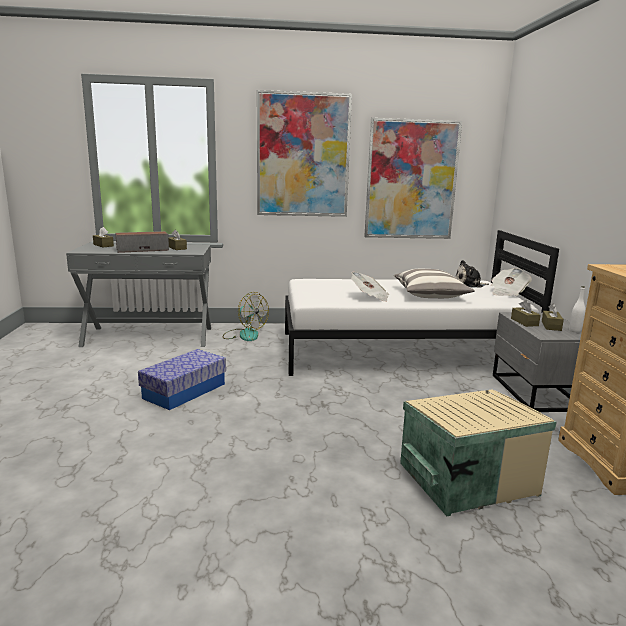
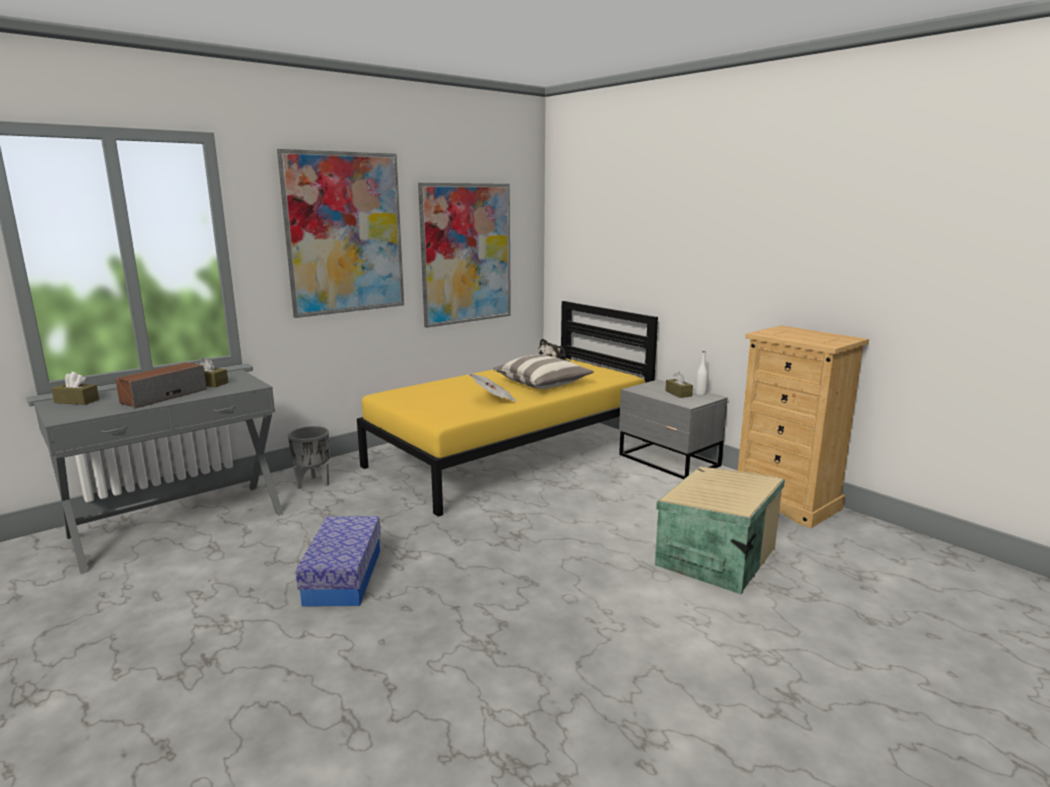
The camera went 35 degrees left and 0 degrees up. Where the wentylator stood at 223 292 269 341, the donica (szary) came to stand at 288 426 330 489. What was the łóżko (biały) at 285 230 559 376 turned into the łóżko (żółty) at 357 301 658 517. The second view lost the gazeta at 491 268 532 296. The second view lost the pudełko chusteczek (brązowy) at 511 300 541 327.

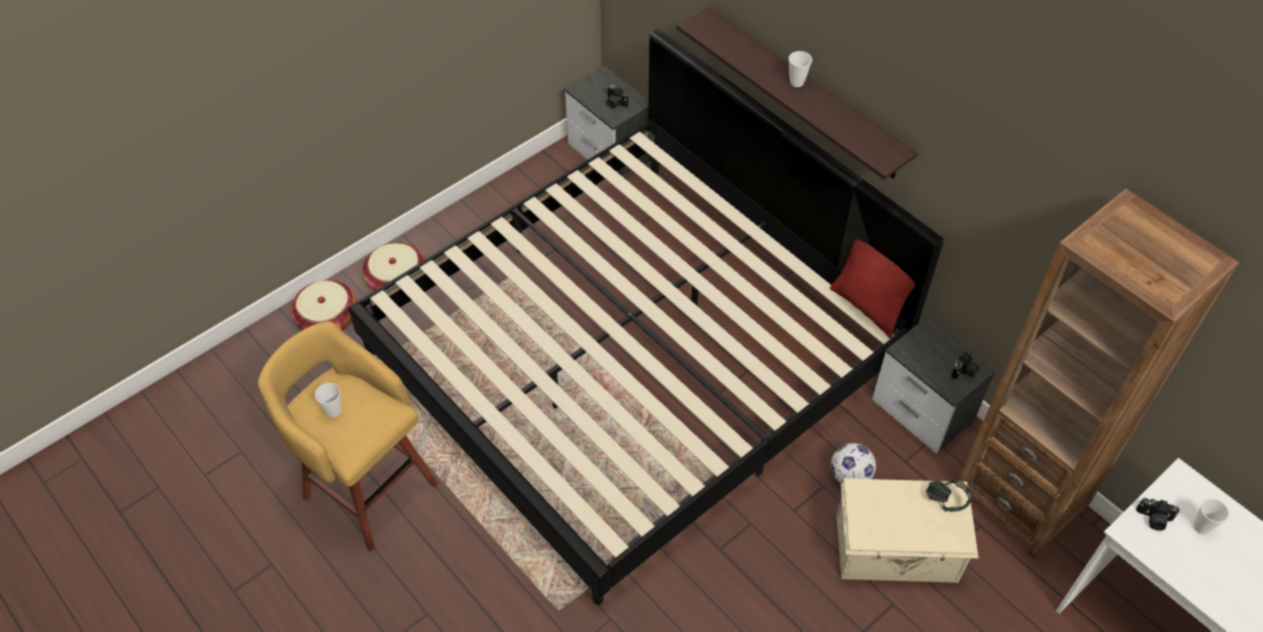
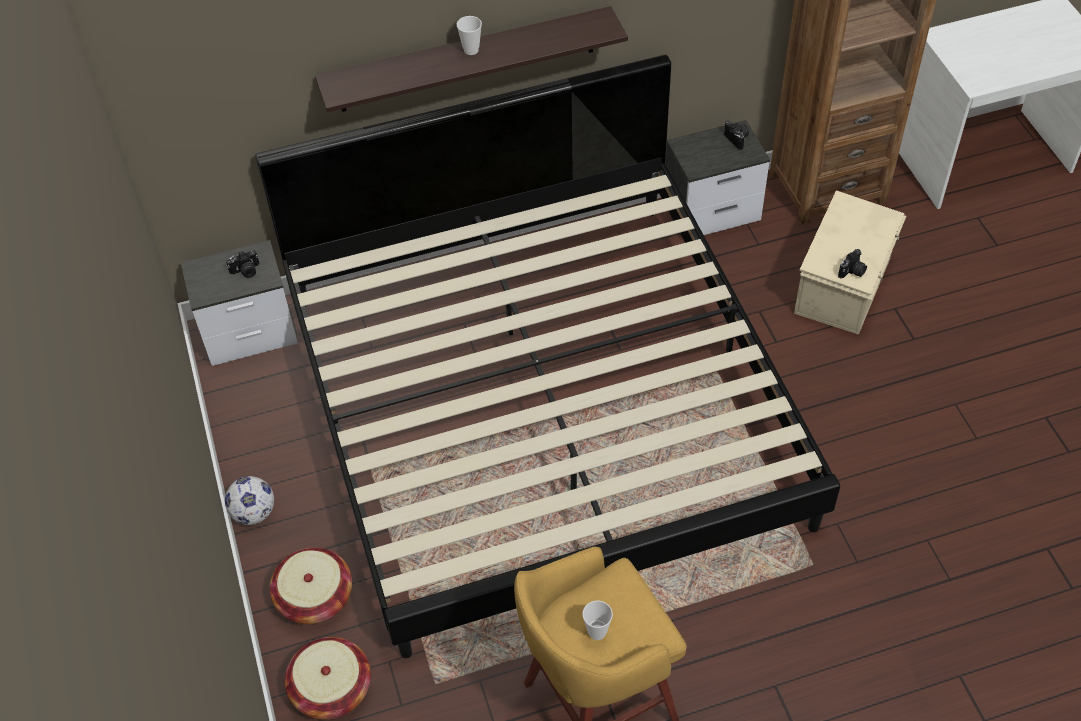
The camera went 65 degrees left and 0 degrees up. The second view lost the poduszka (czerwony) at 830 240 915 338. The piłka futbolowa ended up elsewhere, having gone from 831 443 876 483 to 225 476 274 525. The second view lost the słuchawki at 926 478 972 512. The aparat fotograficzny ended up elsewhere, having gone from 1136 498 1179 531 to 838 249 867 278. The second view lost the filiżanka at 1193 498 1229 534.

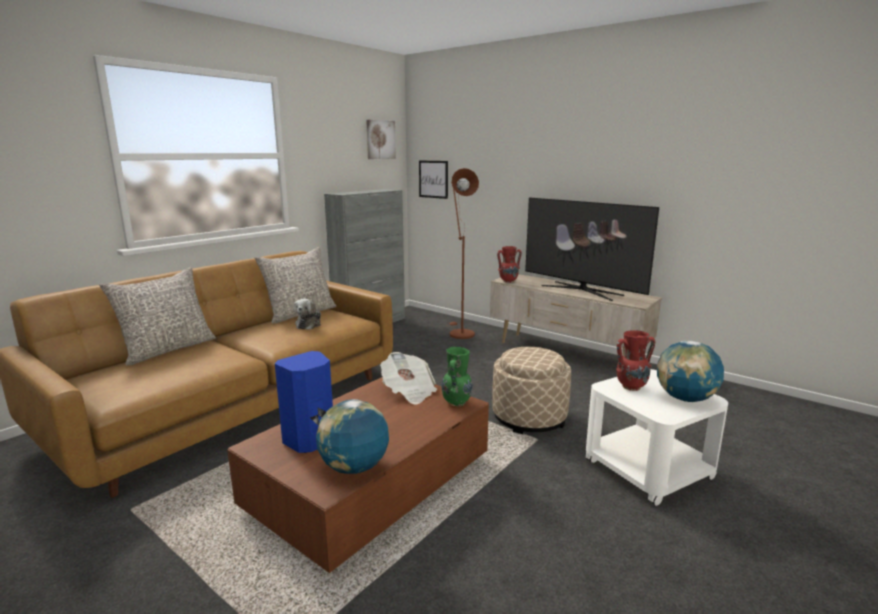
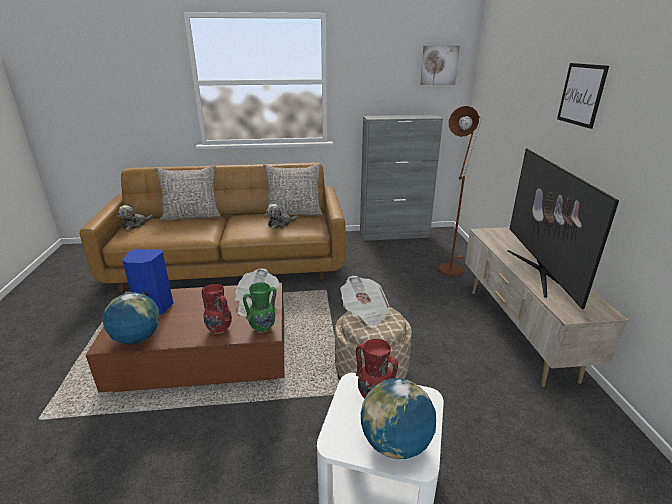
The camera went 45 degrees right and 10 degrees up. The obraz ended up elsewhere, having gone from 419 160 448 199 to 557 63 609 129. The wazon (czerwony) ended up elsewhere, having gone from 497 246 521 283 to 202 284 232 334. The second view gained the pluszak at 118 205 153 230. The second view gained the gazeta at 340 276 391 328.

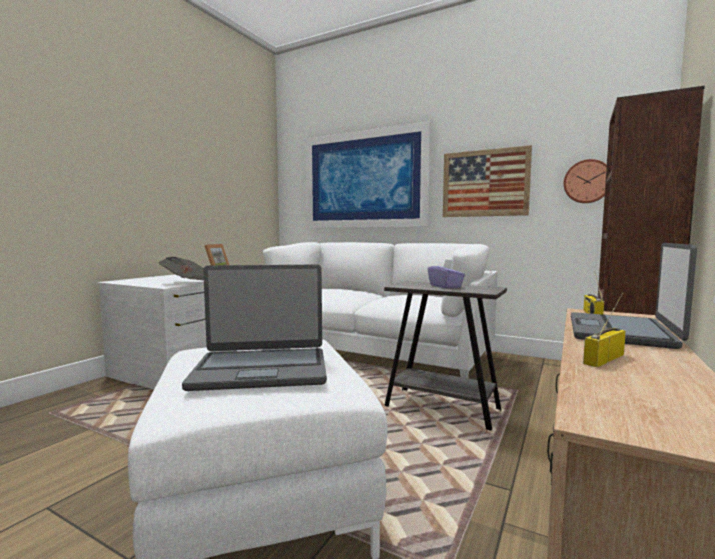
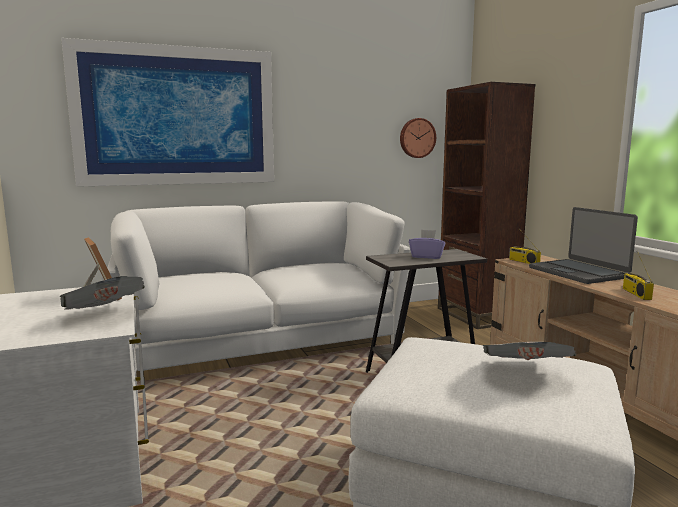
The camera went 50 degrees left and 5 degrees up. Where the laptop stood at 182 265 327 391, the gazeta came to stand at 482 342 576 360. The second view lost the obraz at 443 145 532 217.

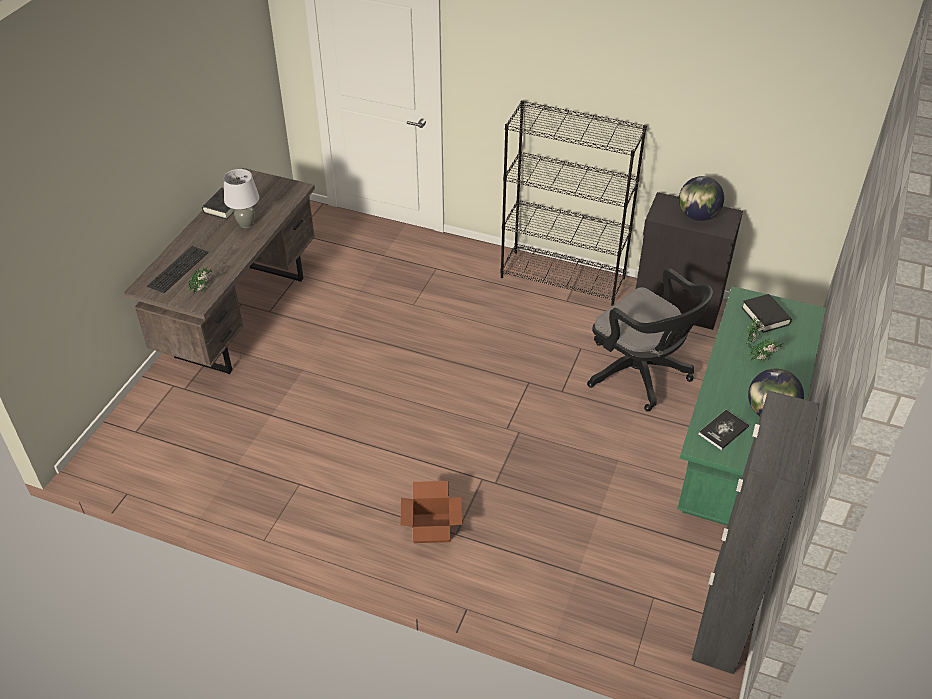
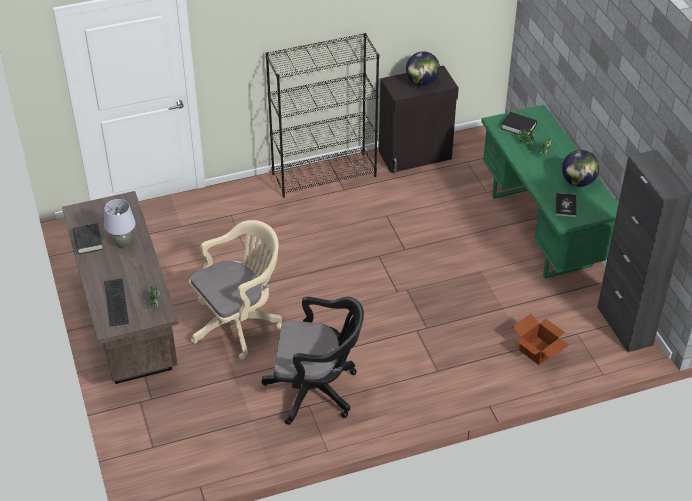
The camera went 40 degrees left and 0 degrees up. The karton ended up elsewhere, having gone from 401 481 462 543 to 513 314 569 365. The krzesło biurowe (czarny) ended up elsewhere, having gone from 587 268 713 412 to 262 297 364 425. The second view gained the krzesło biurowe (beżowy) at 189 220 282 360.

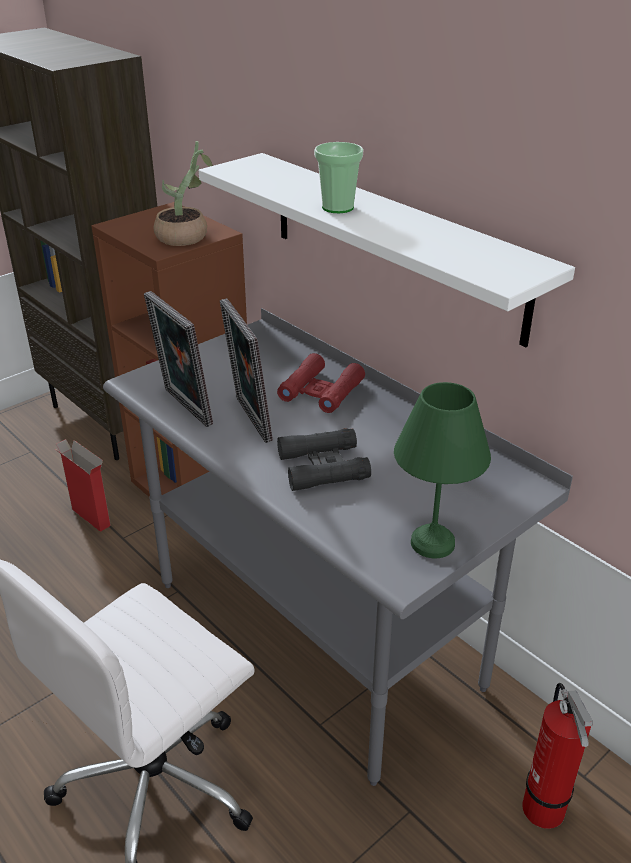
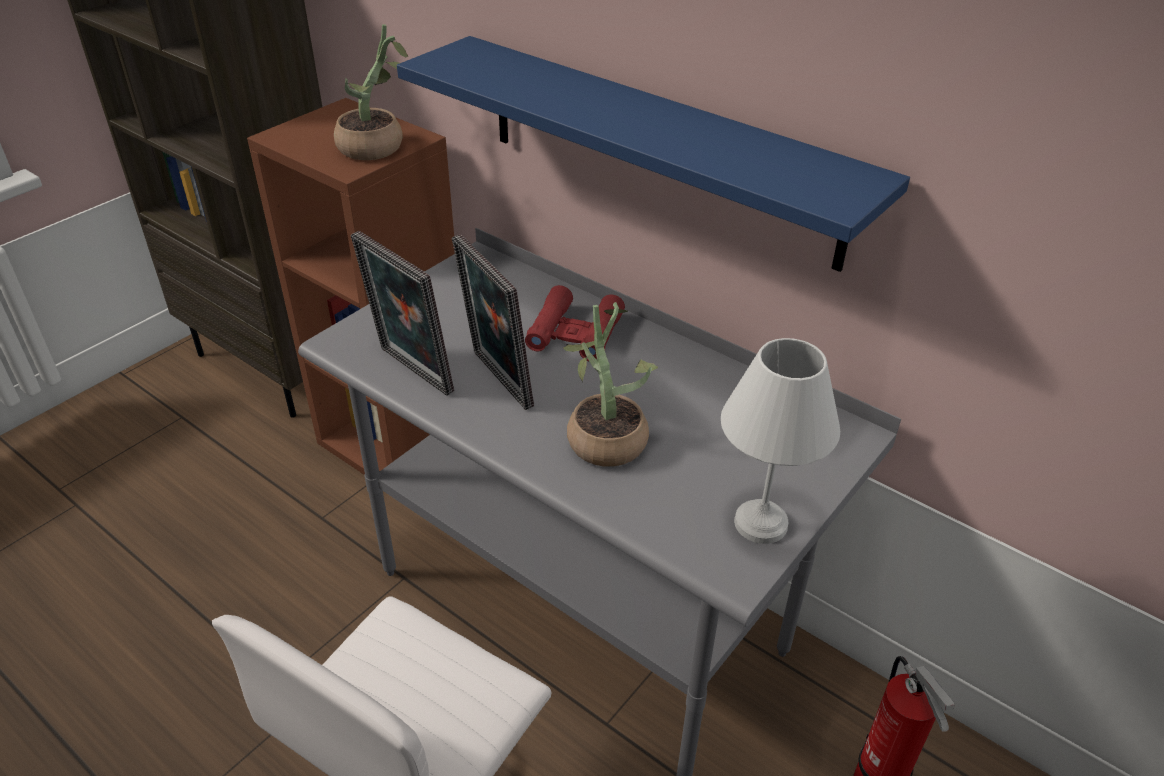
The camera went 10 degrees left and 5 degrees up. The second view lost the karton at 56 439 111 532. What was the półka (biały) at 199 153 575 347 turned into the półka (niebieski) at 397 36 910 272. Where the lornetka (czarny) stood at 277 428 371 491, the roślina doniczkowa came to stand at 563 302 658 467. The second view lost the filiżanka at 314 142 364 213. What was the lampa stołowa (zielony) at 394 382 491 559 turned into the lampa stołowa (biały) at 721 338 840 544.

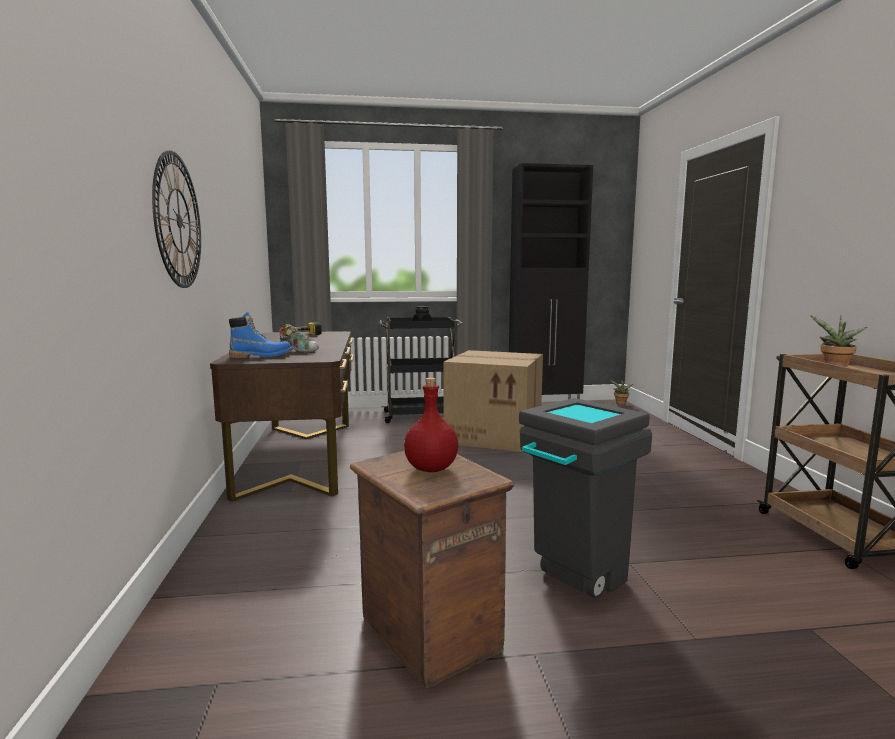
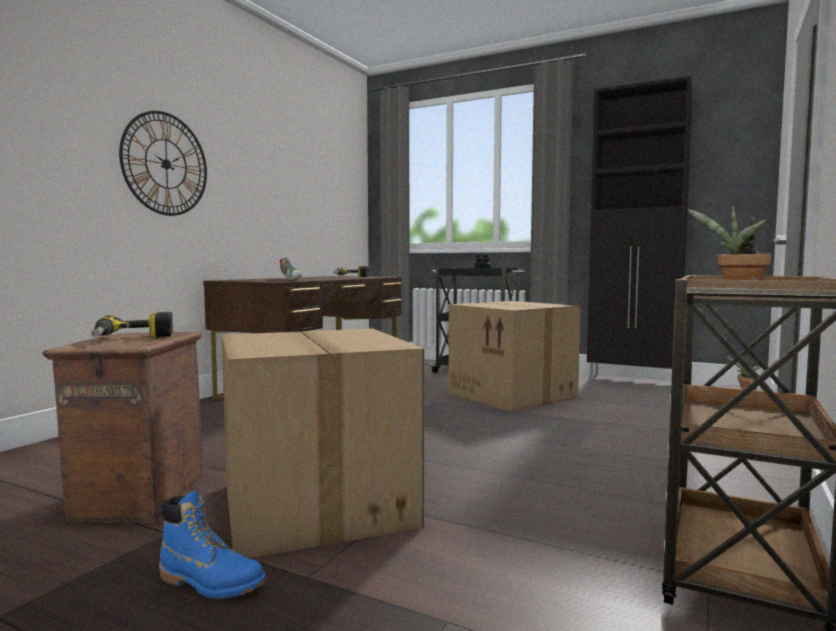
The camera went 35 degrees right and 5 degrees down. The but z cholewką (niebieski) ended up elsewhere, having gone from 229 312 292 358 to 159 490 266 599. Where the butelka (czerwony) stood at 404 378 458 472, the wiertarka came to stand at 91 312 173 338. Where the kosz na śmieci (szary) stood at 519 398 652 599, the karton came to stand at 222 328 424 558.

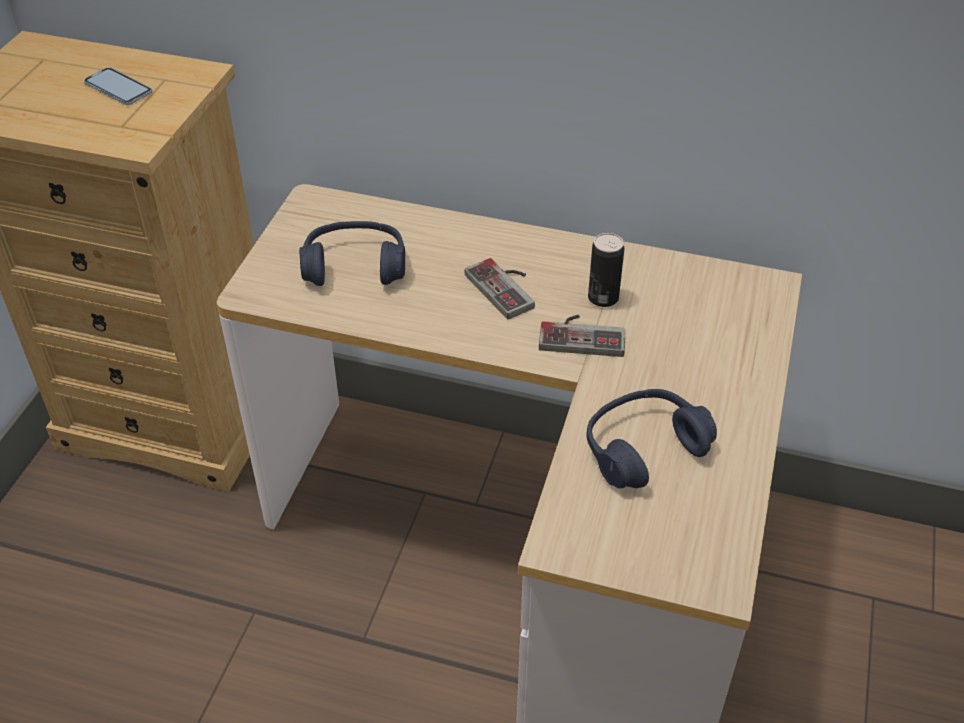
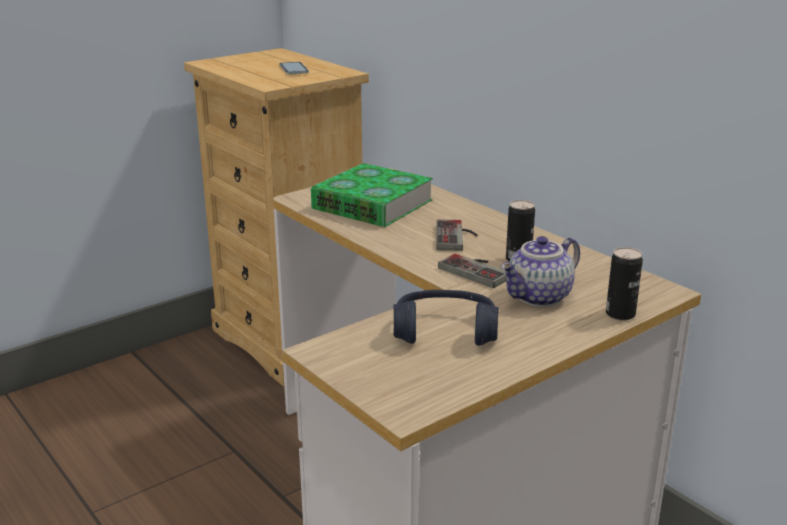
The camera went 35 degrees right and 20 degrees down. Where the słuchawki (niebieski) stood at 299 221 405 286, the książka came to stand at 311 163 433 227. The second view gained the imbryk at 500 236 580 307. The second view gained the puszka at 606 247 643 321.

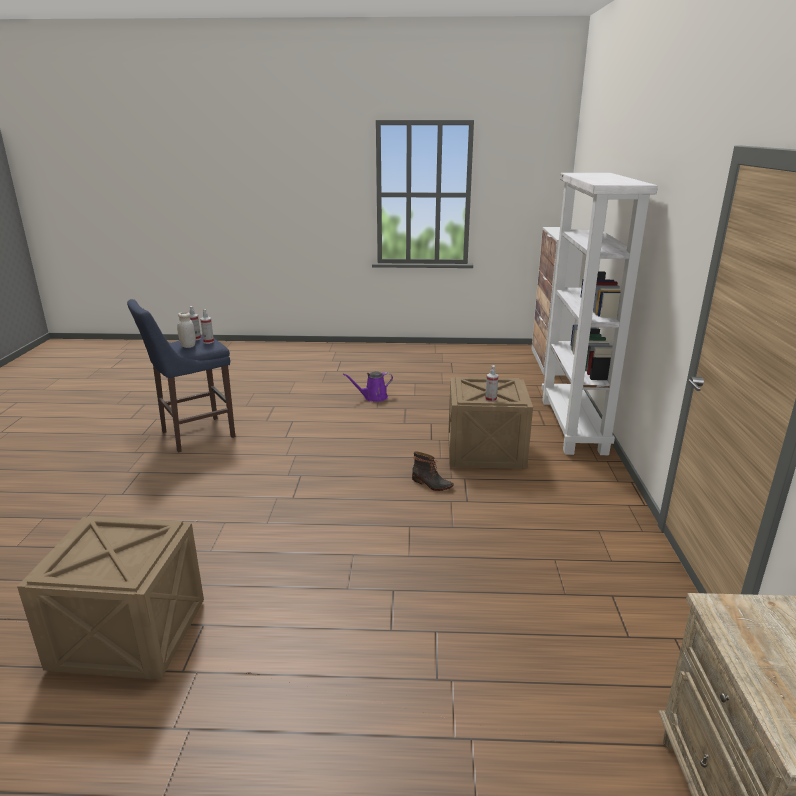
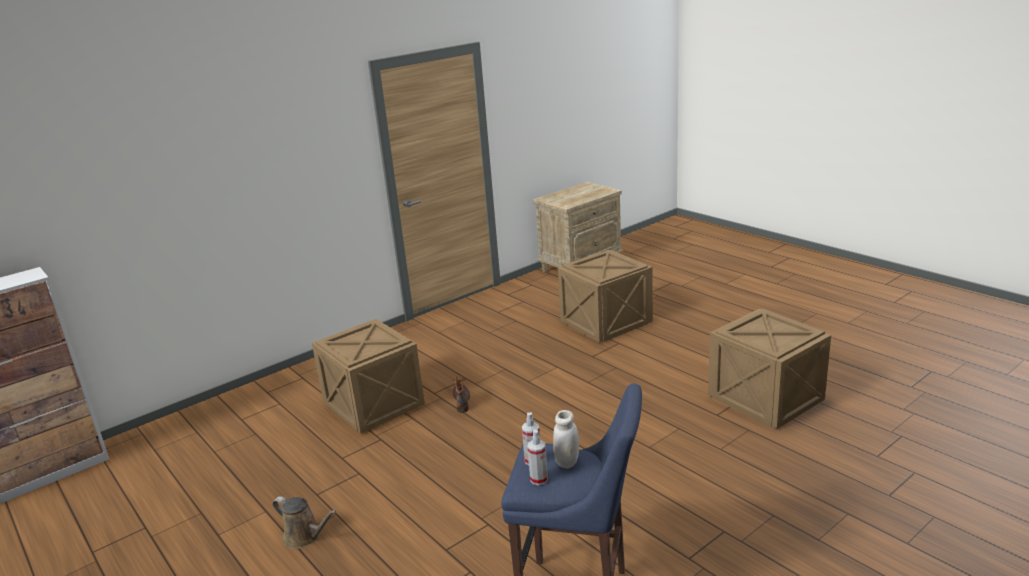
The camera went 130 degrees left and 0 degrees up. What was the konewka (fioletowy) at 343 371 393 402 turned into the konewka (brązowy) at 272 496 337 549. The second view lost the spryskiwacz at 485 365 498 401. The second view lost the regał (biały) at 541 173 658 455. The second view gained the skrzynka at 558 250 653 343.

